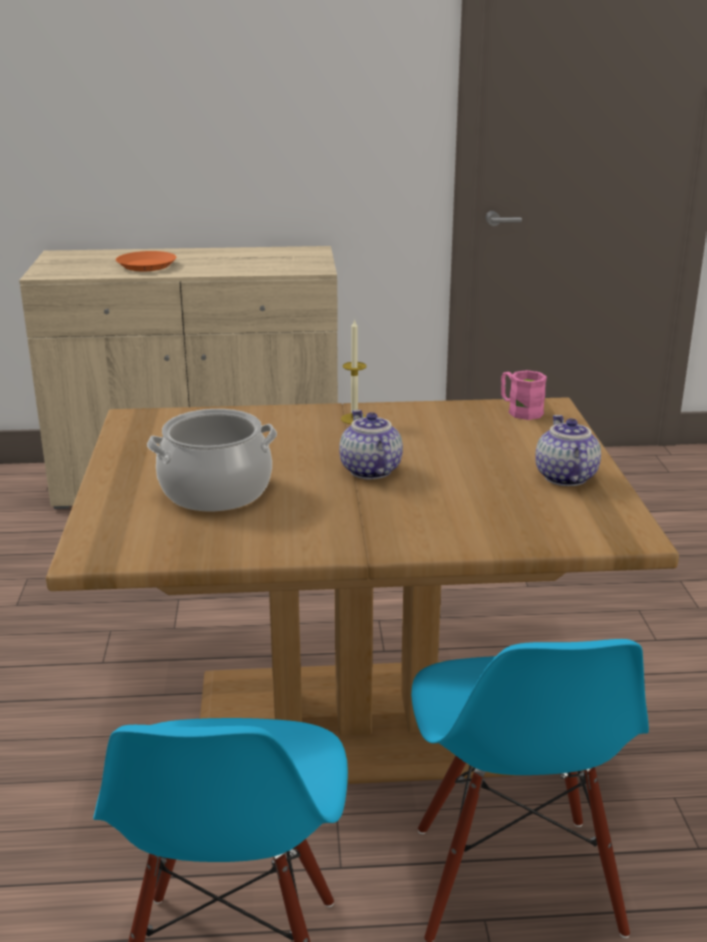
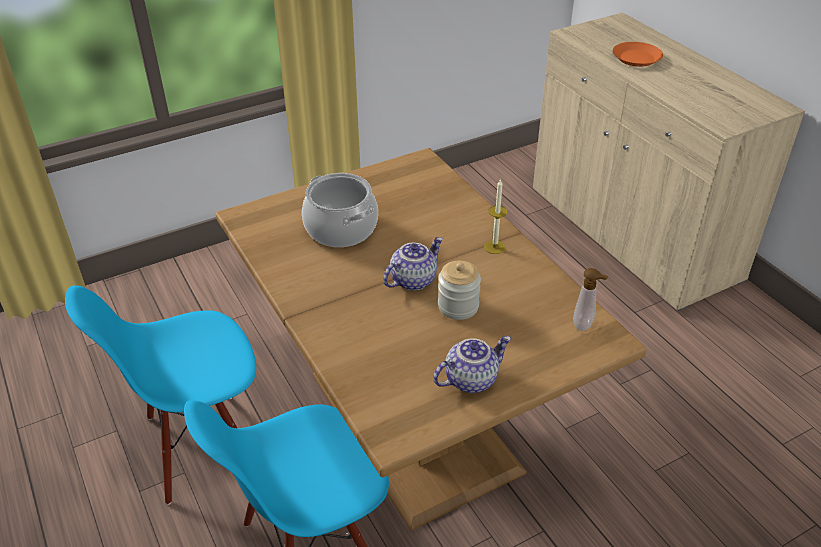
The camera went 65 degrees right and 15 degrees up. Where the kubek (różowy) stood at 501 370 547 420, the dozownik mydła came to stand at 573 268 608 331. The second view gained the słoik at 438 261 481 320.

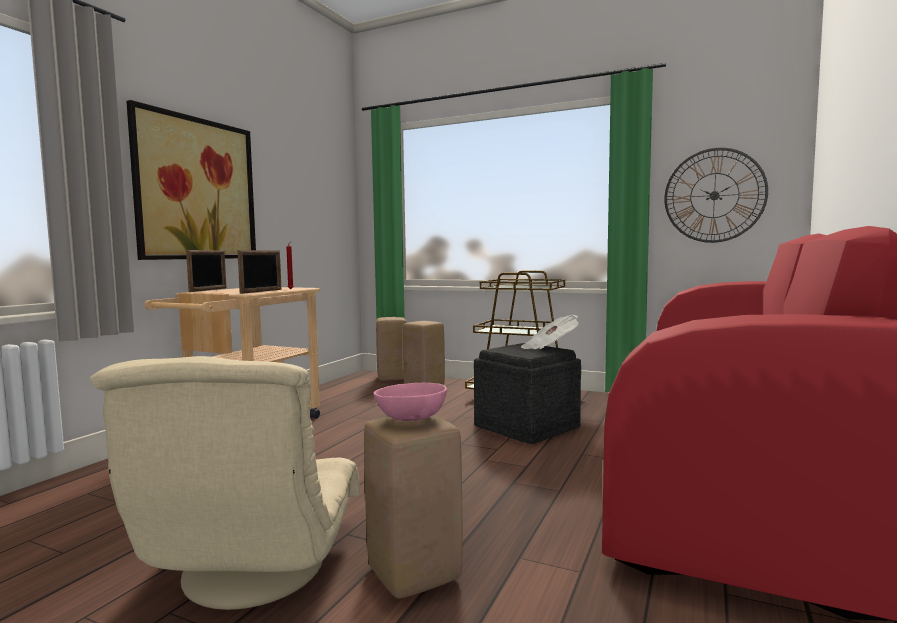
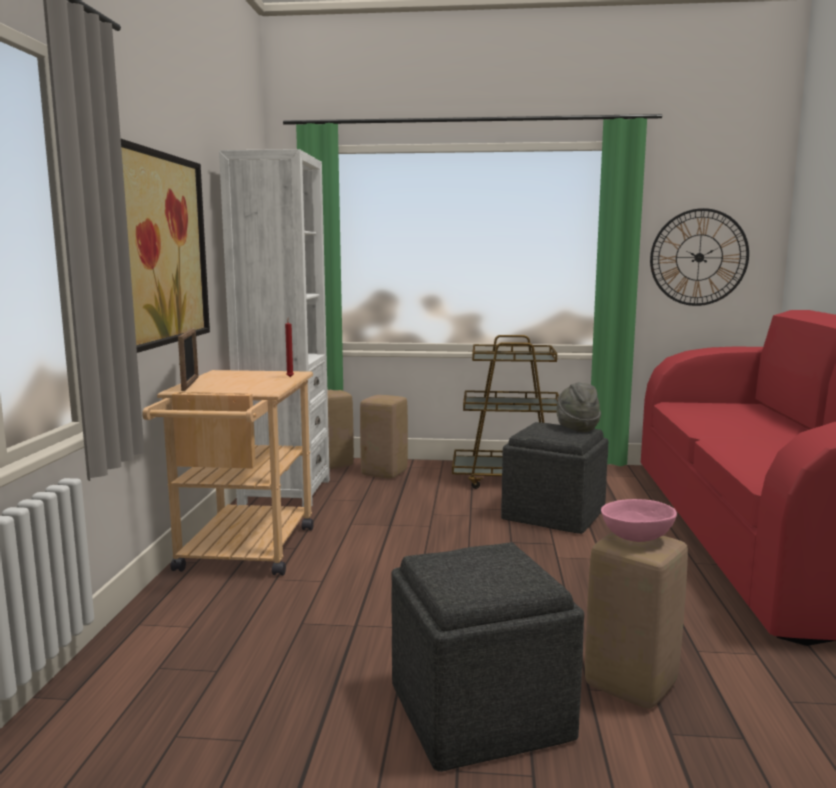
The camera went 20 degrees left and 5 degrees up. Where the fotel (beżowy) stood at 89 356 360 610, the pufa (szary) came to stand at 391 542 584 772. The second view lost the ramka na zdjęcie at 237 250 281 294. Where the gazeta stood at 521 315 579 349, the kapelusz (szary) came to stand at 557 382 601 432. The second view gained the regał (biały) at 219 149 330 507.

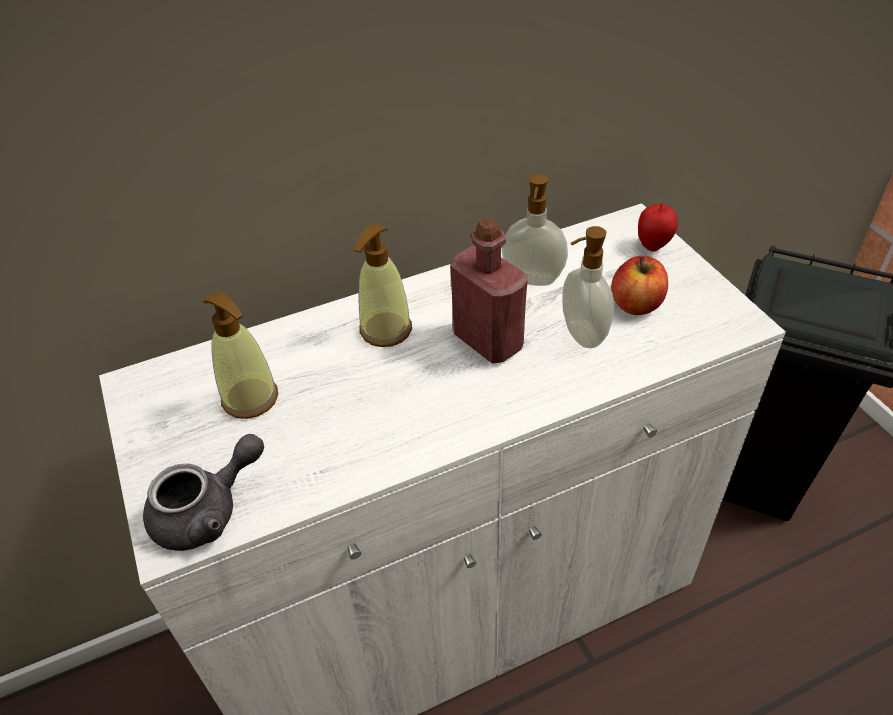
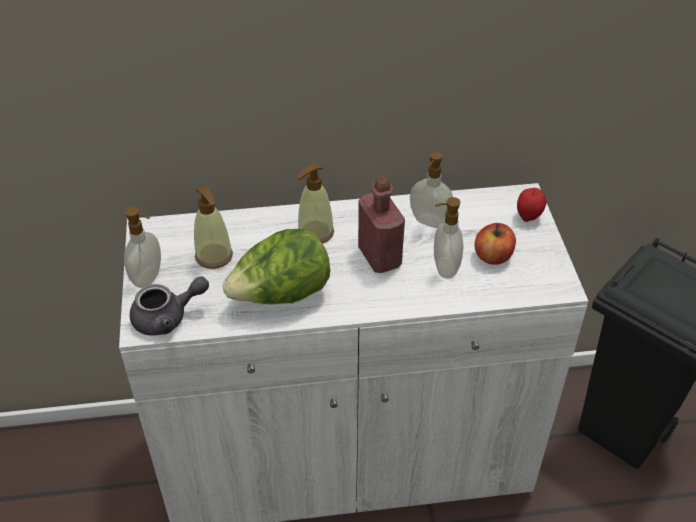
The camera went 15 degrees right and 0 degrees up. The second view gained the dozownik mydła at 124 207 161 288. The second view gained the sałata at 223 229 330 304.

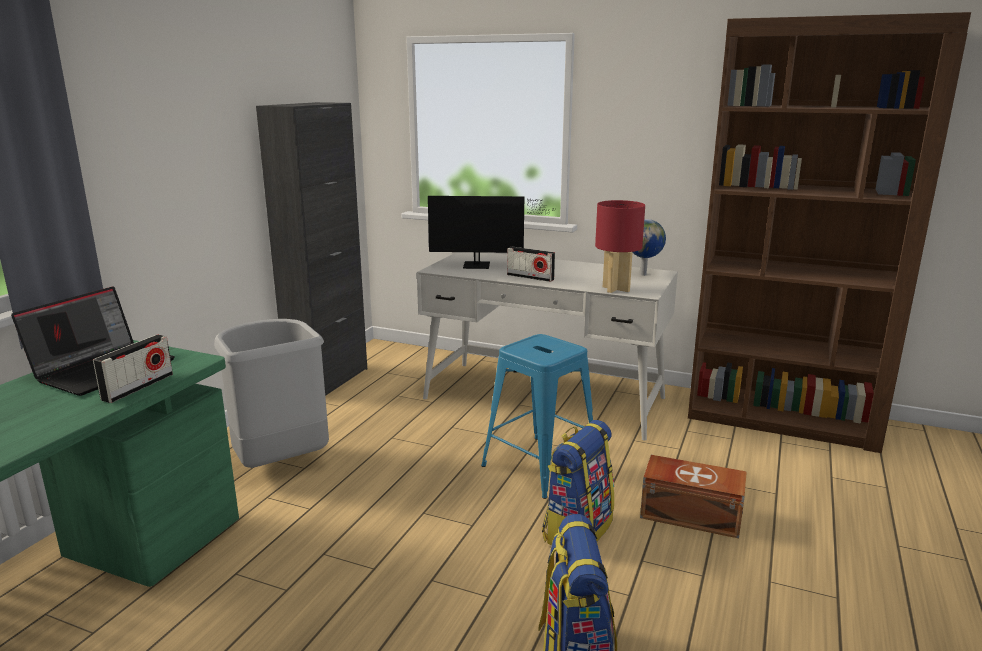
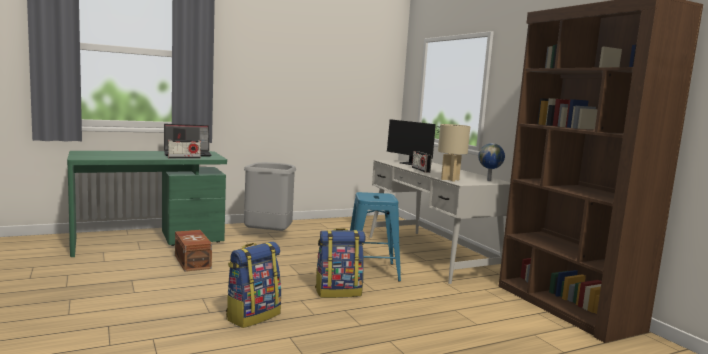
The camera went 40 degrees right and 10 degrees down. The second view lost the szafka (czarny) at 256 102 367 396. What was the lampa stołowa (czerwony) at 595 200 645 293 turned into the lampa stołowa (beżowy) at 438 124 470 182. The pojemnik do przechowywania (brązowy) ended up elsewhere, having gone from 640 455 747 538 to 175 230 212 272.

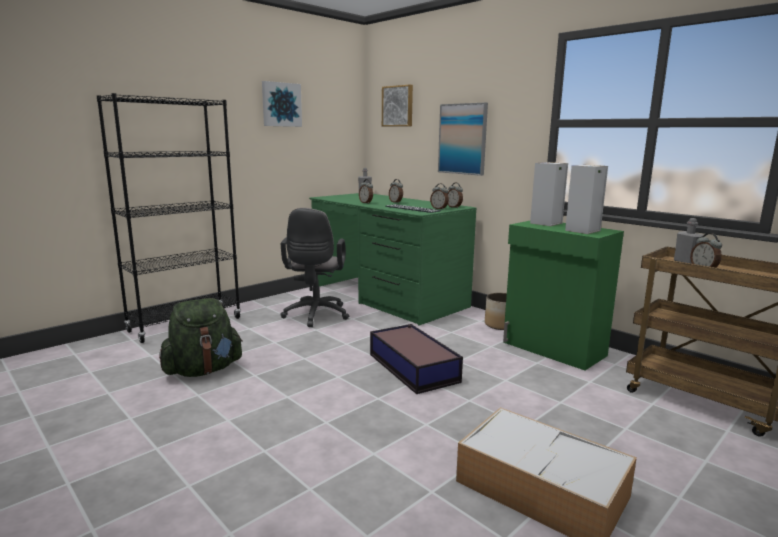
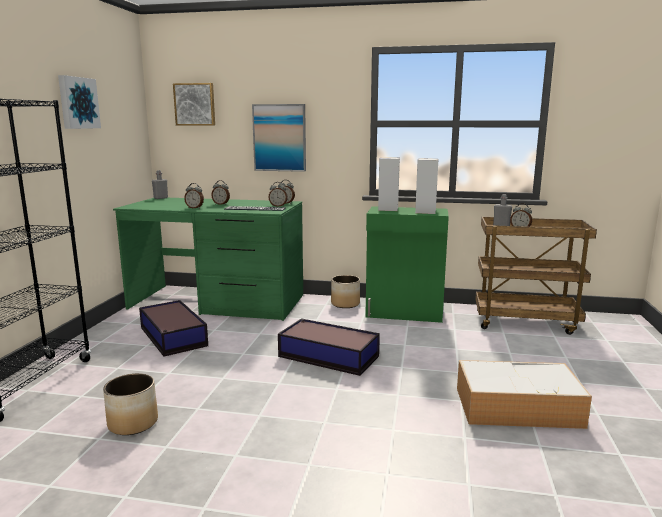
The camera went 35 degrees left and 0 degrees up. Where the plecak (zielony) stood at 159 298 243 377, the donica came to stand at 103 373 158 435. Where the krzesło biurowe (szary) stood at 280 208 349 327, the pojemnik do przechowywania came to stand at 139 300 208 357.

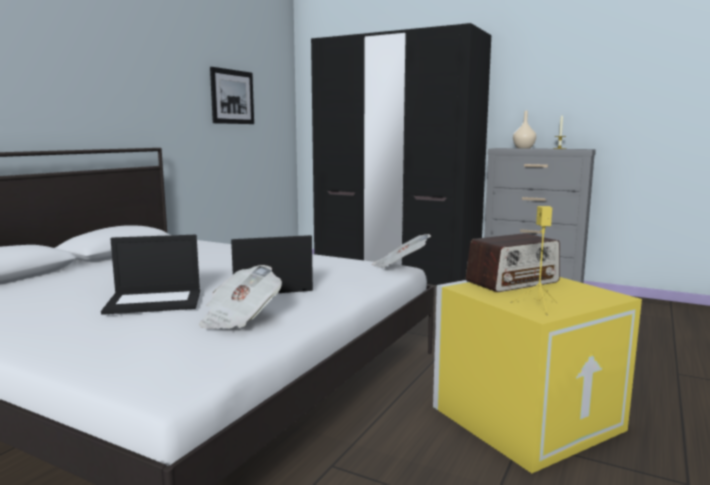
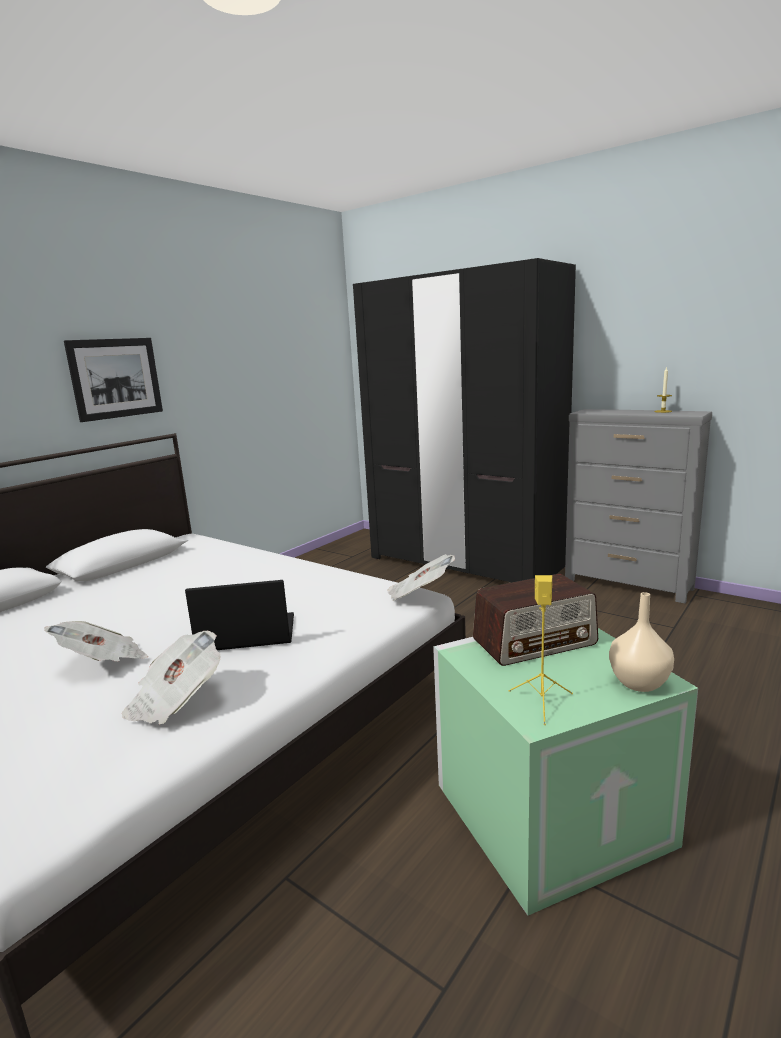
The camera went 10 degrees right and 5 degrees up. Where the laptop stood at 101 235 200 315, the gazeta came to stand at 44 621 149 662. The obraz ended up elsewhere, having gone from 210 67 254 124 to 64 338 163 422. What was the pojemnik do przechowywania (żółty) at 433 277 642 473 turned into the pojemnik do przechowywania (zielony) at 433 628 698 916. The wazon (beżowy) ended up elsewhere, having gone from 513 111 536 149 to 609 592 674 692.

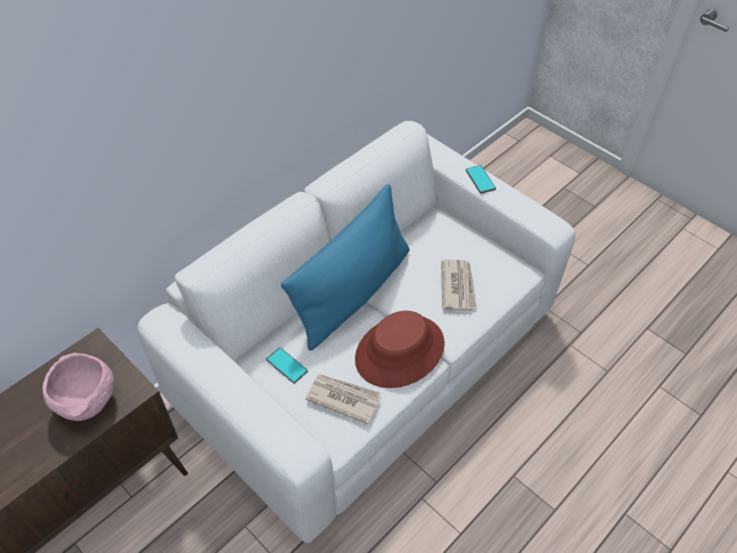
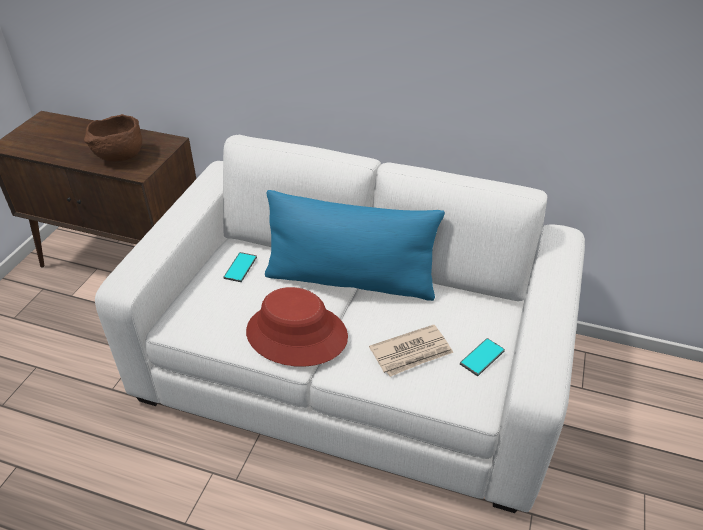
The camera went 65 degrees right and 10 degrees down. What was the miska (różowy) at 42 353 115 421 turned into the miska (brązowy) at 84 114 142 161. The second view lost the gazeta at 305 374 381 424. The telefon ended up elsewhere, having gone from 466 165 496 194 to 460 338 505 376.

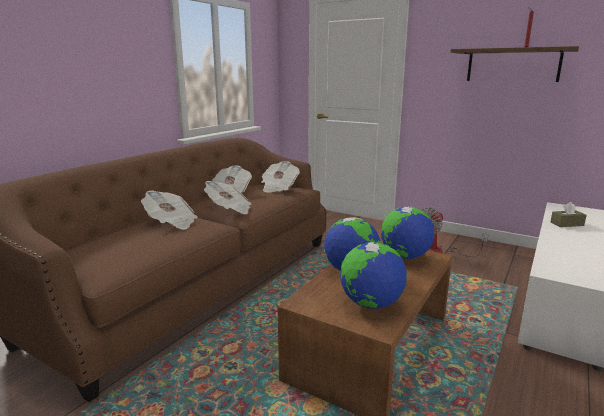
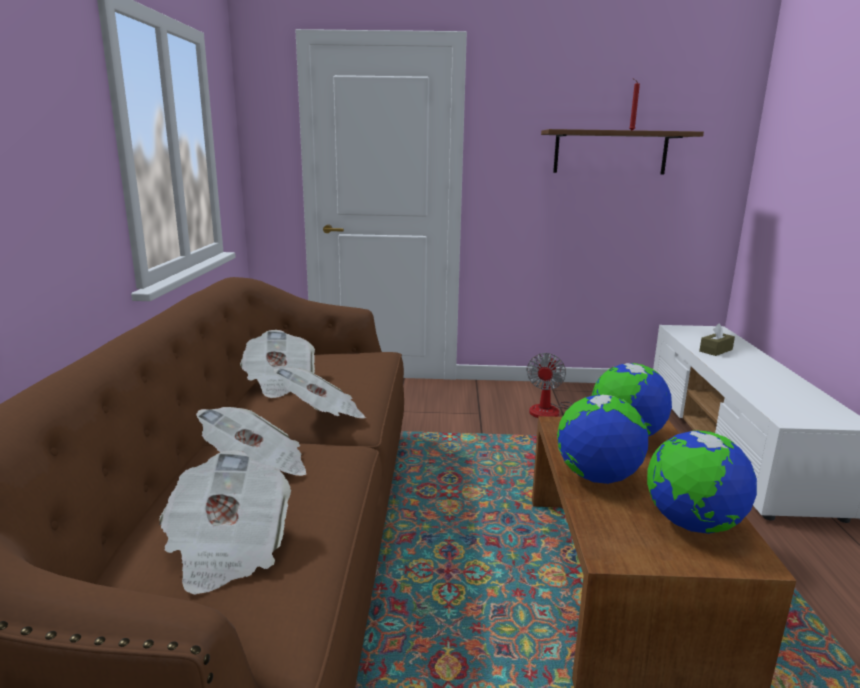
The camera went 30 degrees left and 0 degrees up. The gazeta ended up elsewhere, having gone from 261 161 300 193 to 159 450 291 595.

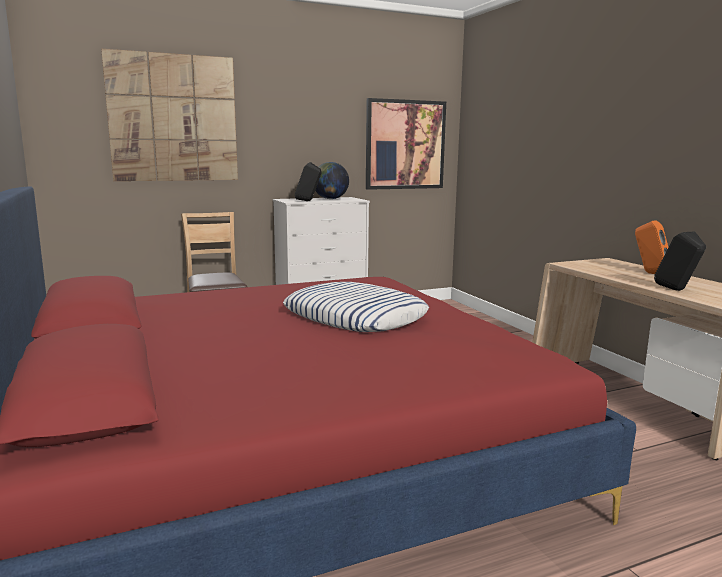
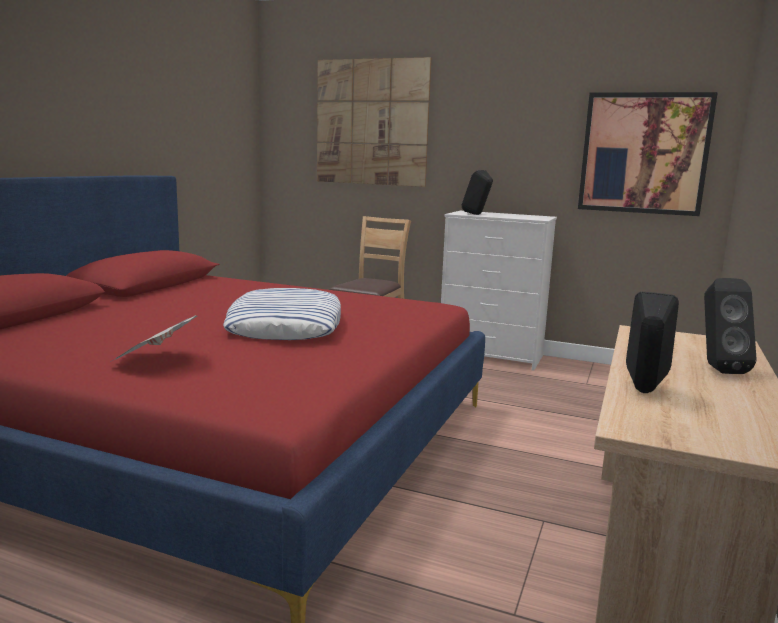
The camera went 45 degrees right and 0 degrees up. The second view lost the globus at 315 162 349 199. What was the głośnik (pomarańczowy) at 635 221 668 274 turned into the głośnik (czarny) at 704 278 757 374. The second view gained the gazeta at 110 315 197 362.

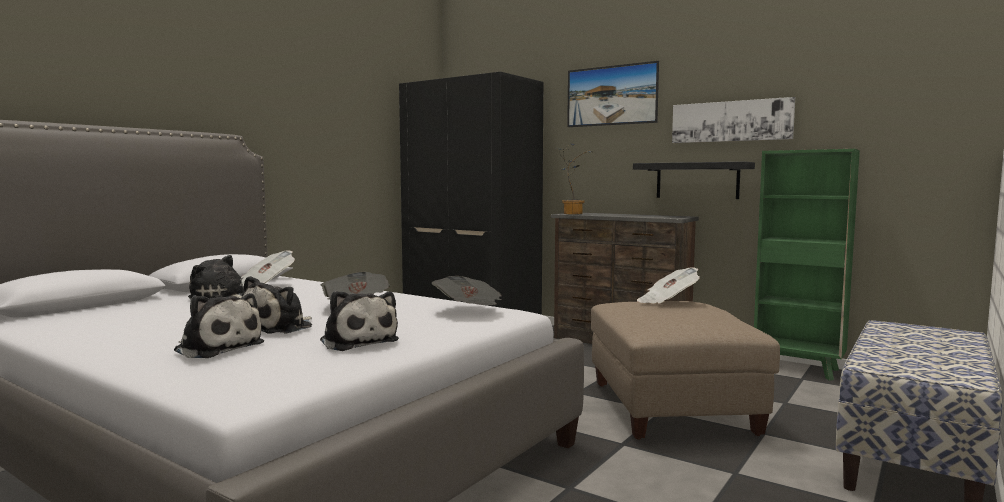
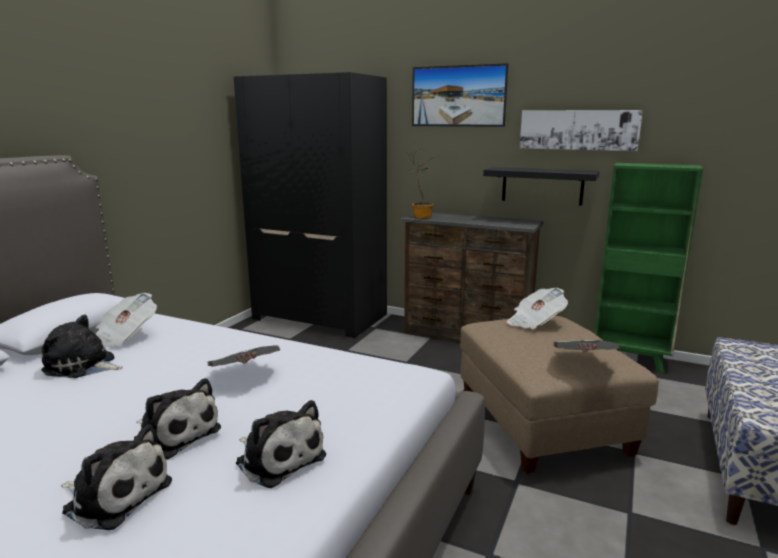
The camera went 10 degrees left and 10 degrees up. The pluszak at 242 276 312 334 ended up facing another way, 75 degrees counterclockwise from before. The gazeta ended up elsewhere, having gone from 431 276 502 305 to 553 340 620 352.

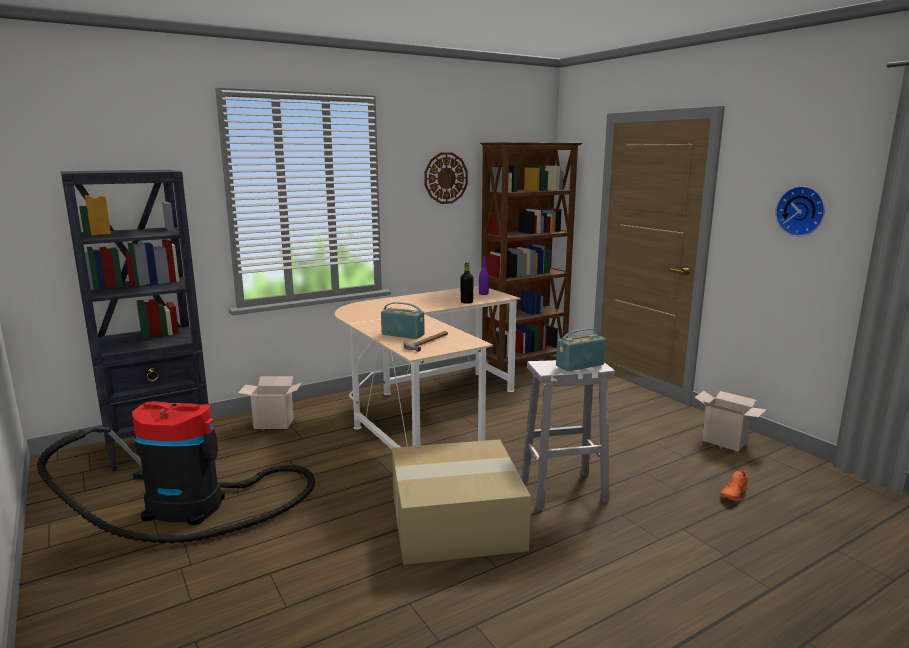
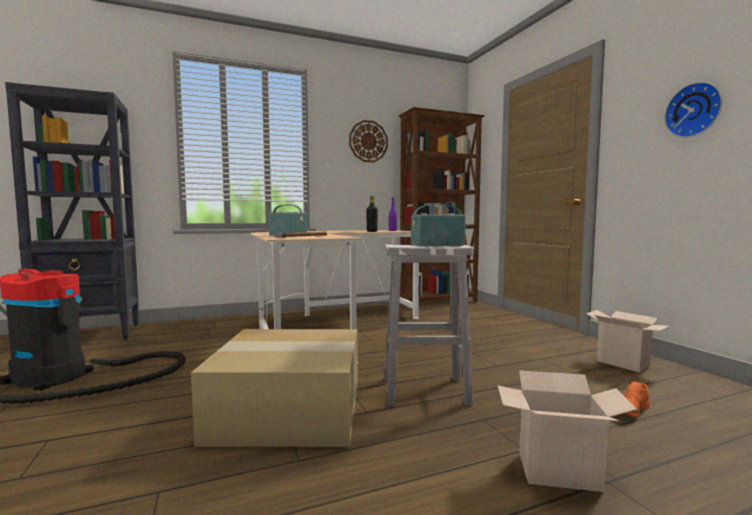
The camera went 10 degrees right and 10 degrees down. The karton ended up elsewhere, having gone from 238 376 302 429 to 498 370 637 492.

